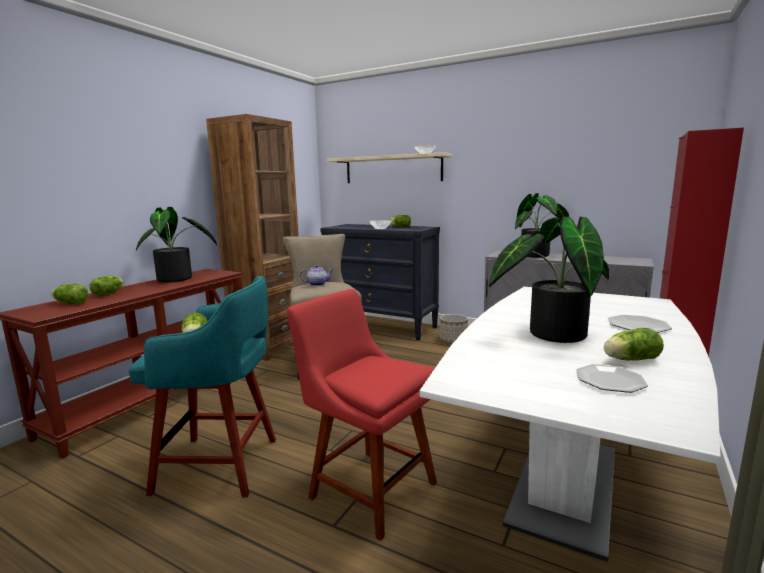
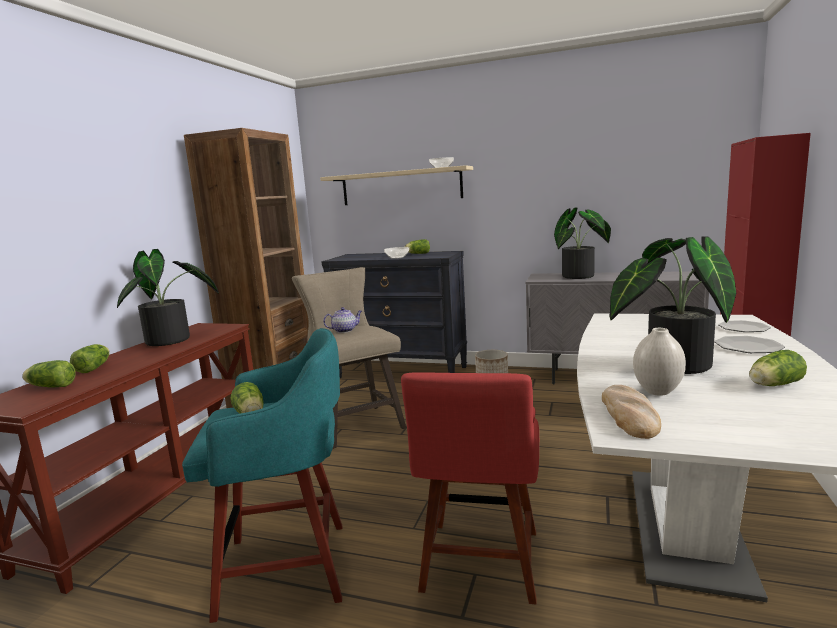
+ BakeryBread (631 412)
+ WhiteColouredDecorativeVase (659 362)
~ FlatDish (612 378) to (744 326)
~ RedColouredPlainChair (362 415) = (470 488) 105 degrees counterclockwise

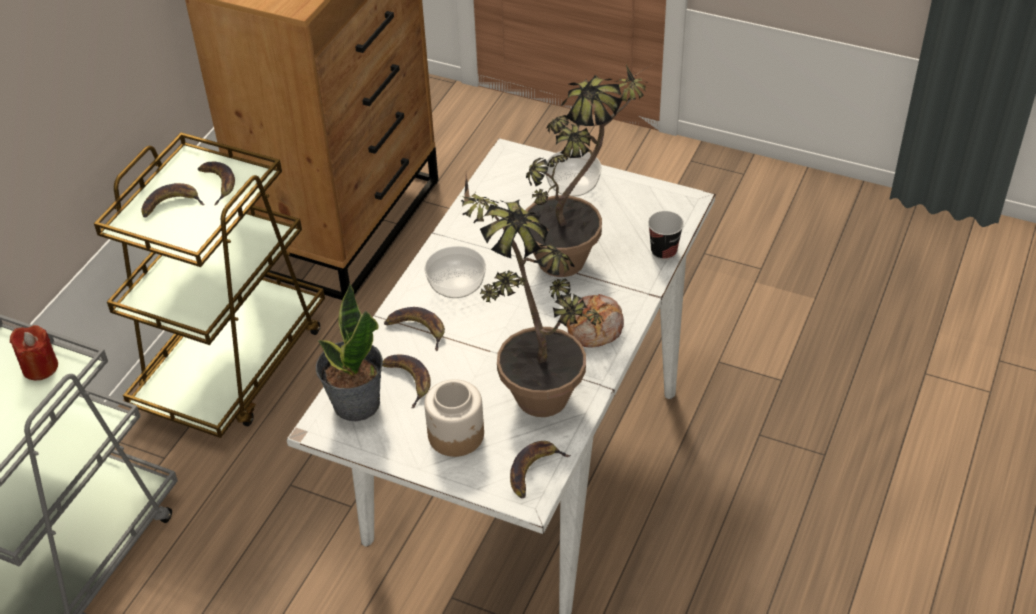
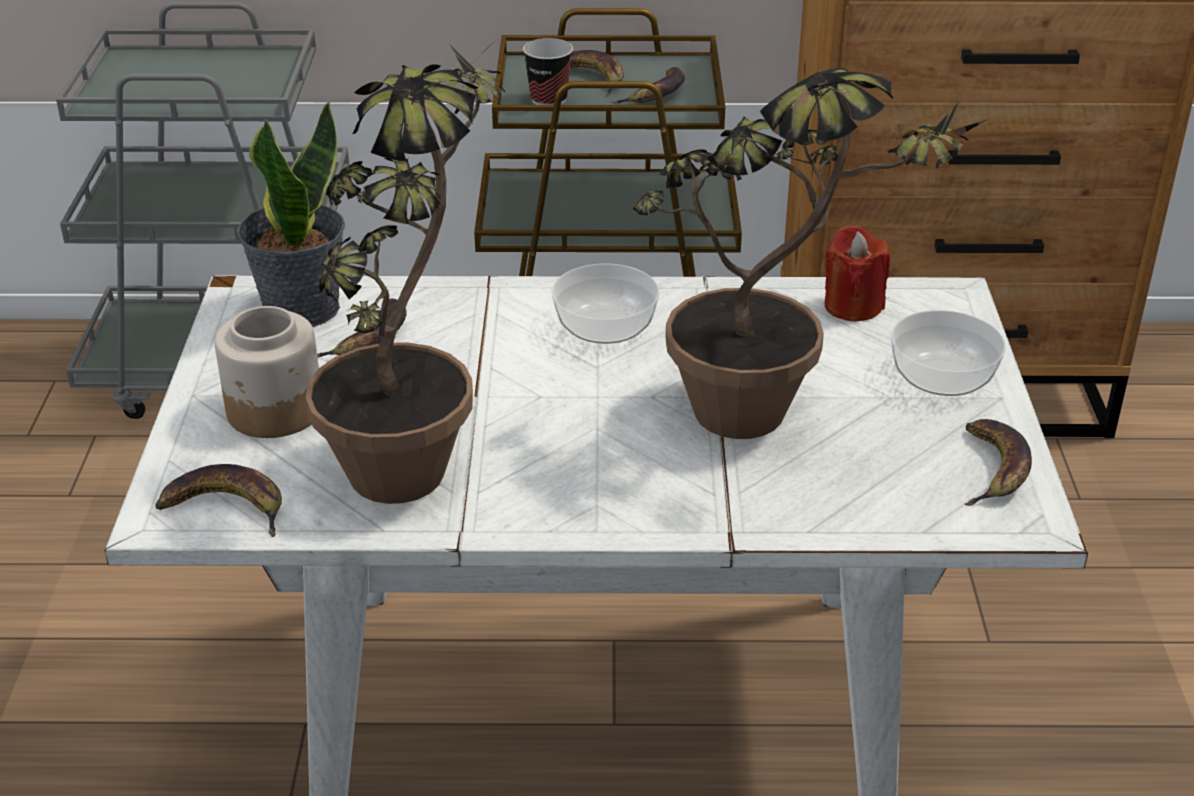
- BakeryBread (595 321)
~ RedColouredWaxLight (34 352) to (857 273)
~ Banana (414 329) to (998 462)
~ SmallCup (666 235) to (548 71)

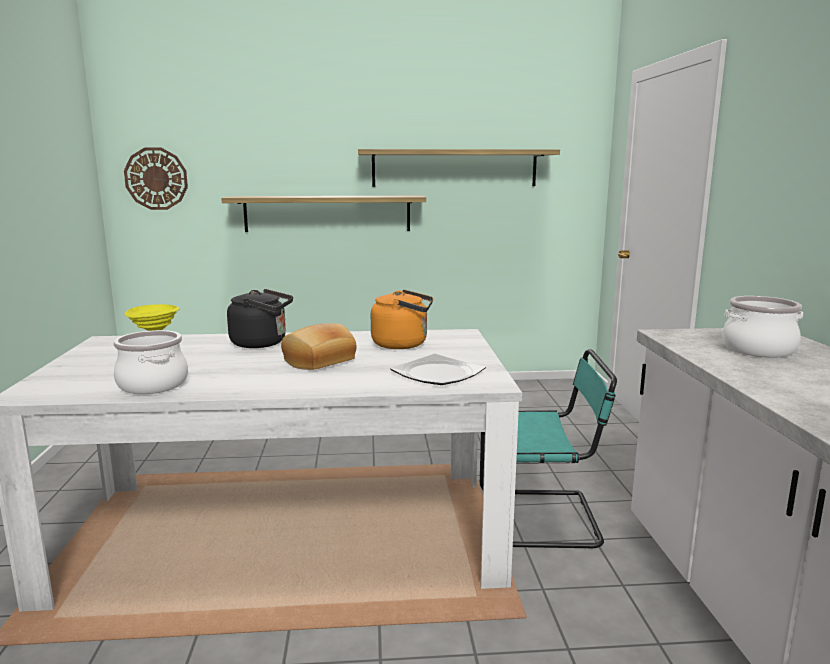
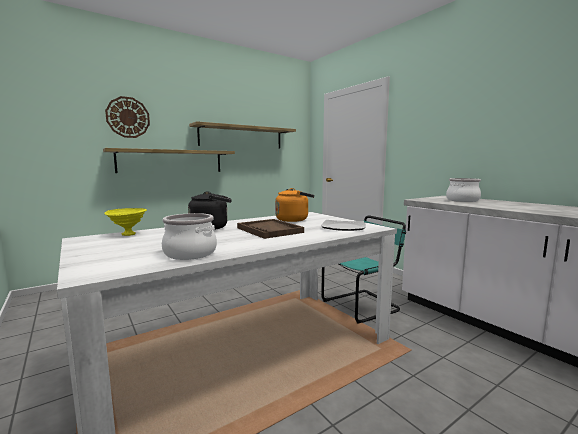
~ HangingClock (156 179) to (127 117)
~ BakeryBread (319 346) to BrownServingTray (270 229)

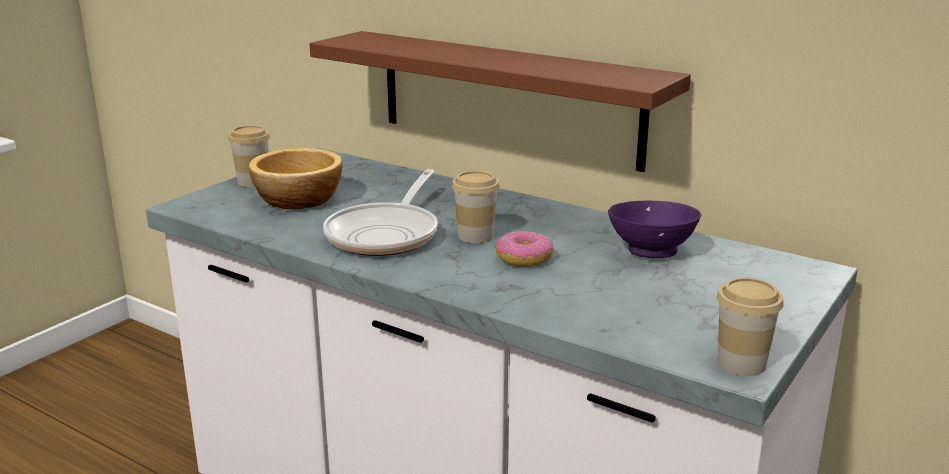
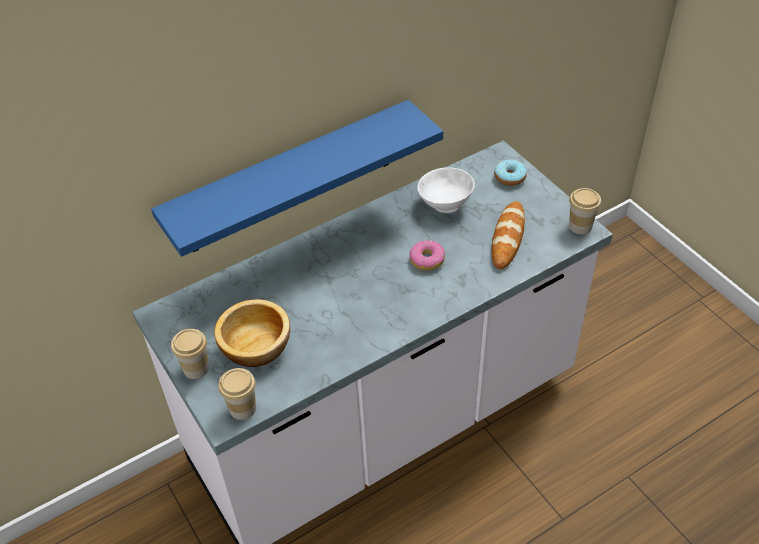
- Pan (380 212)
+ BakeryBread (508 235)
+ RingDoughnut (510 172)
~ SmallCup (476 207) to (237 394)
~ BrownBracketShelf (500 101) to BlueColouredBracketShelf (297 178)
~ PurpleServingBowl (654 229) to WhiteColouredServingBowl (446 190)

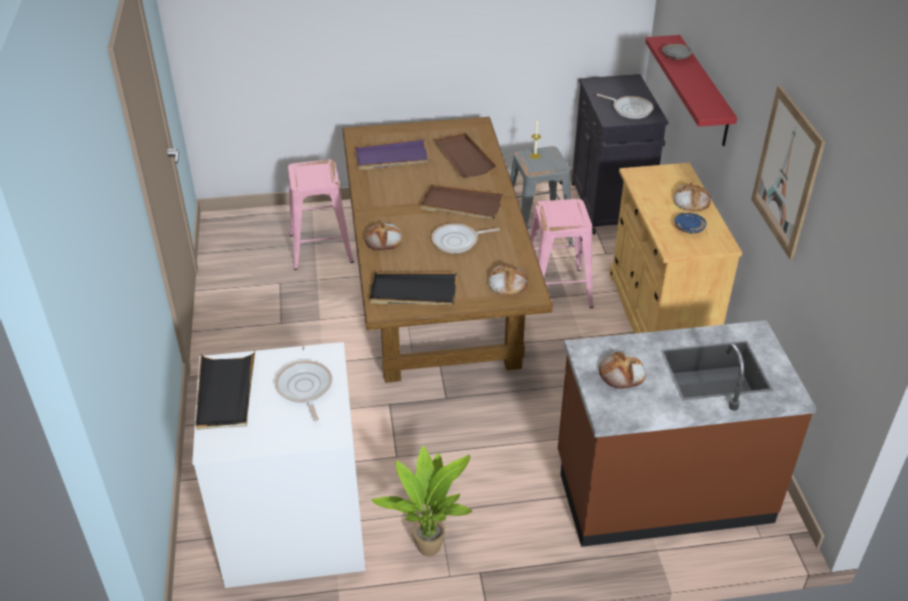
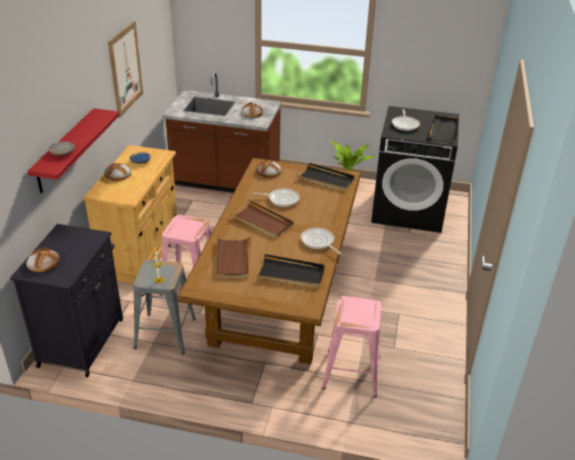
~ BakeryBread (383 236) to (43 259)
~ Pan (625 106) to (320 240)
~ WhiteColouredWashingMachine (278 465) to BlackishWashingMachine (415 169)
~ PurpleServingTray (393 154) to BlackishServingTray (291 271)

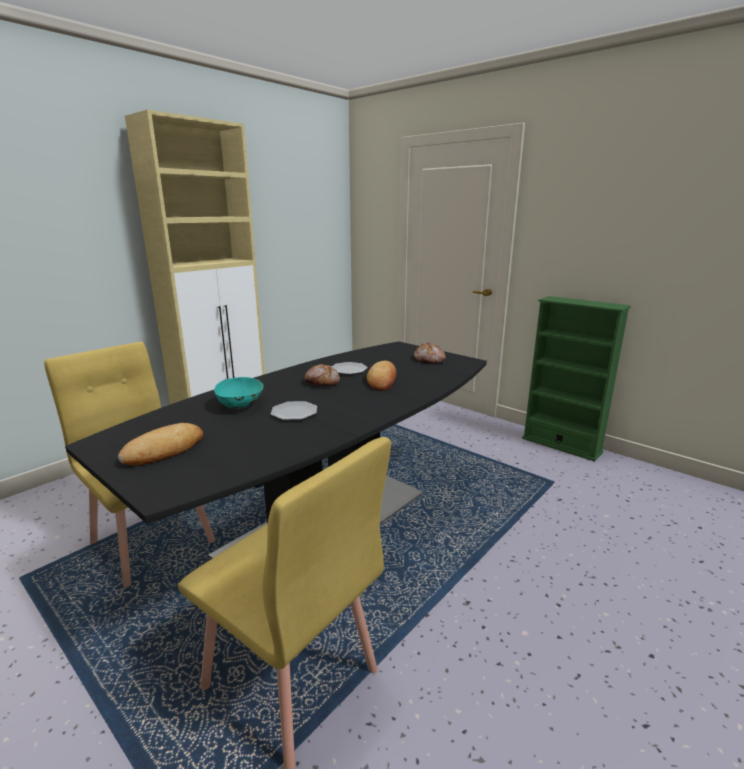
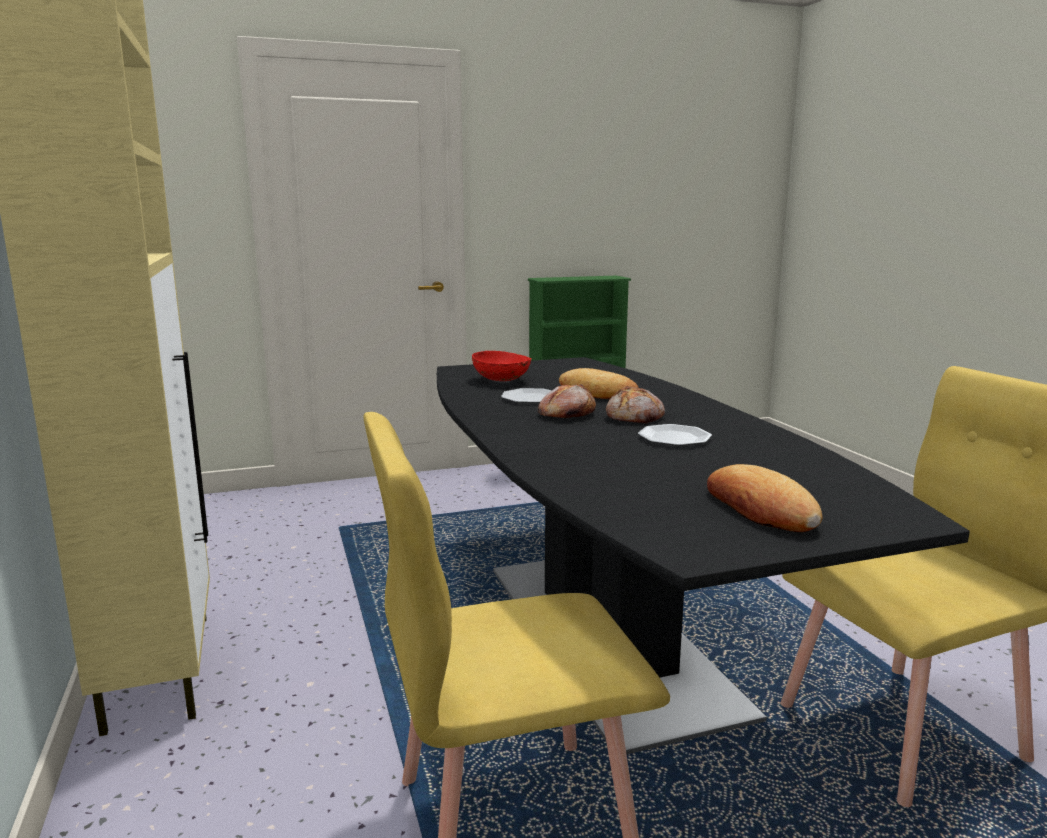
- TurquoiseServingBowl (239 393)
+ RedColouredServingBowl (502 366)
~ BakeryBread (430 353) to (635 405)

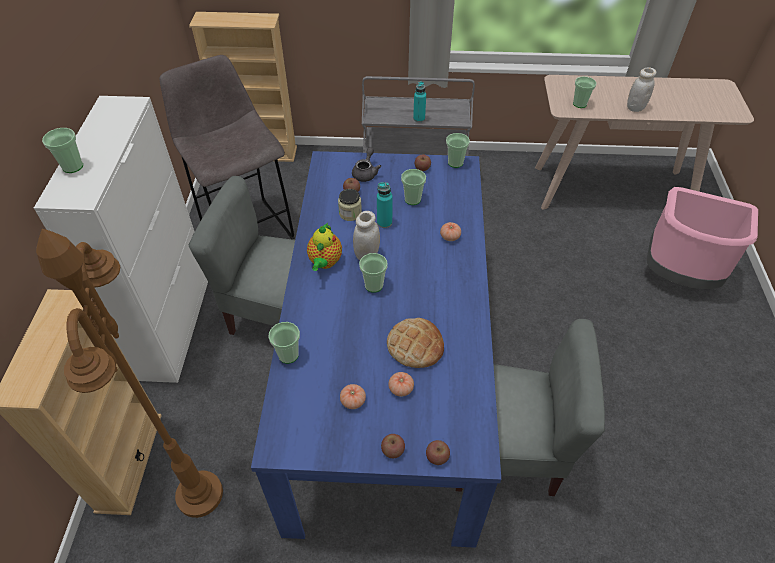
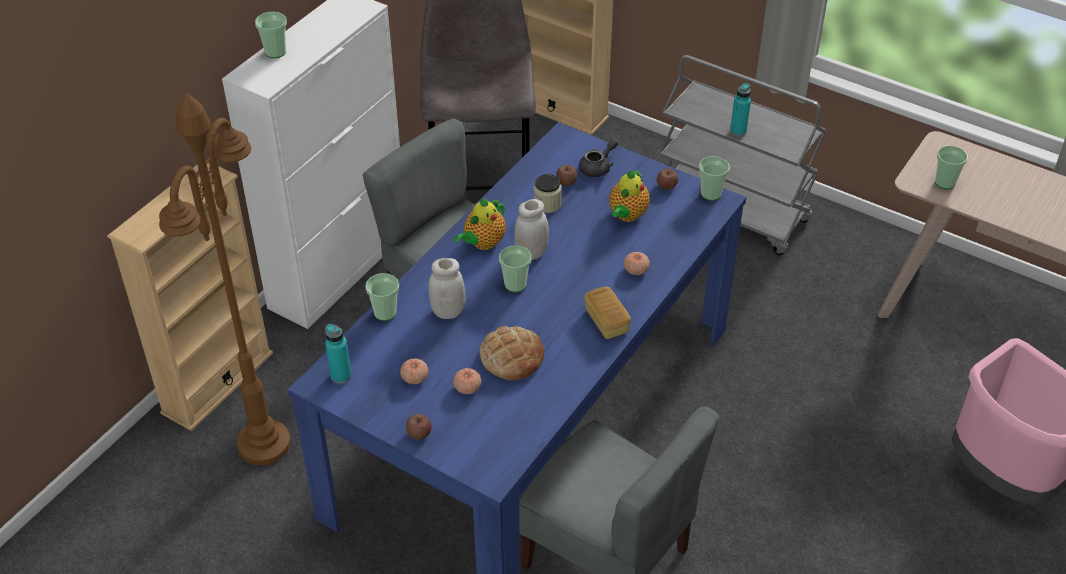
- AppleFruit (438 452)
+ BakeryBread (607 313)
~ TurquoiseBeverageBottle (385 205) to (338 354)
~ WhiteColouredStorageJar (642 89) to (447 288)
~ SmallCup (413 187) to Teapot (629 196)

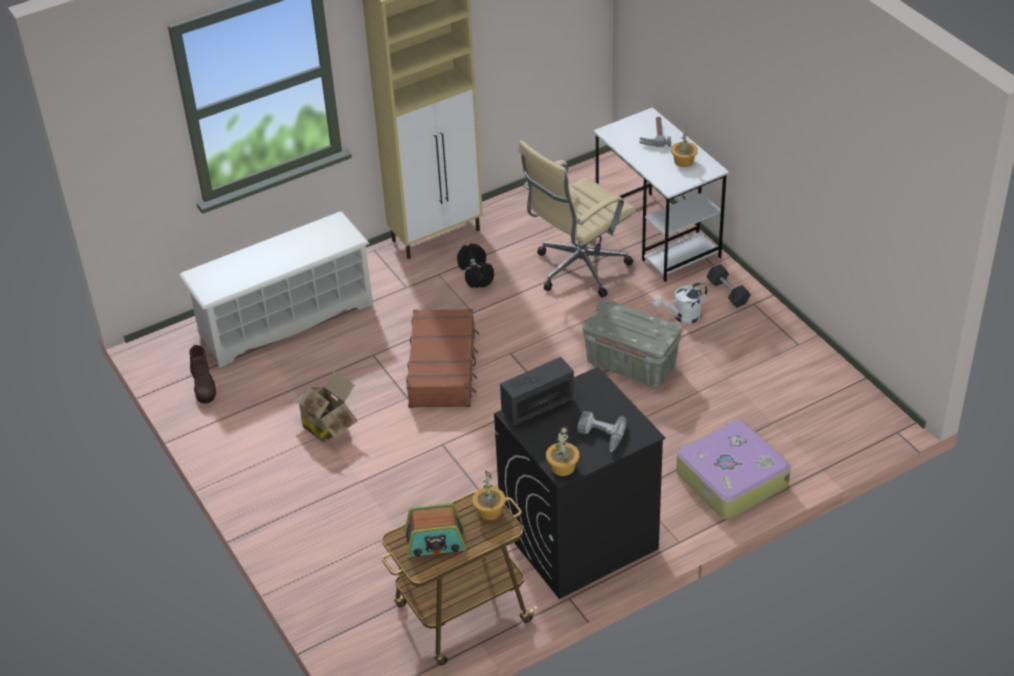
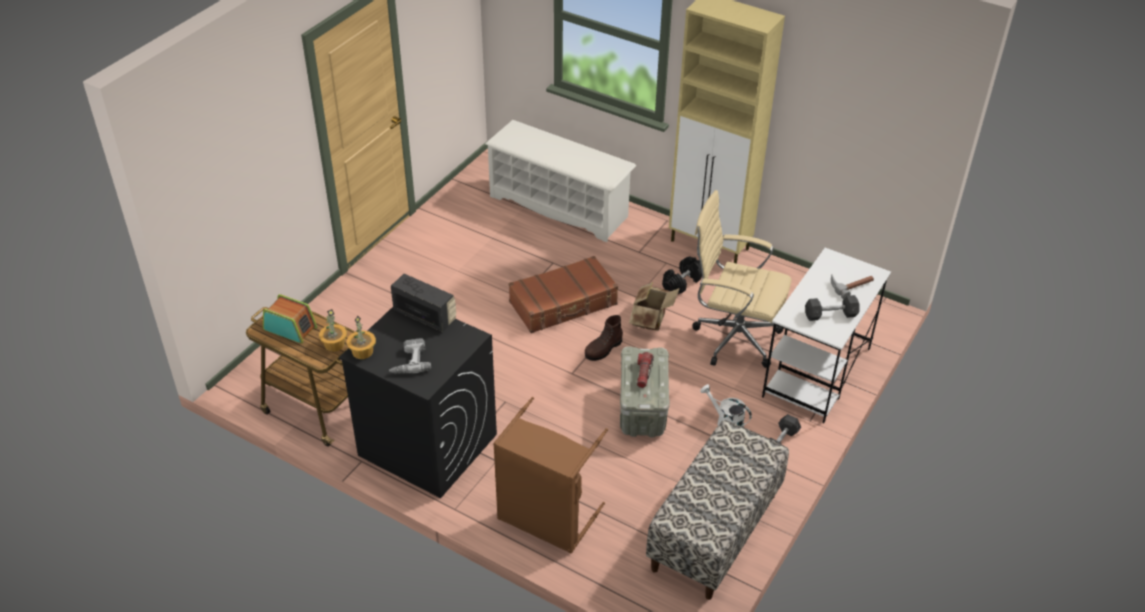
+ HandTorch (645 370)
+ Bench (717 510)
~ BrownBoot (202 374) to (604 338)
~ PackingBox (324 407) to (654 306)
~ Houseplant (684 146) to GrayFreeWeight (832 308)
~ TravelCase (733 470) to BrownWashingBasket (550 475)
~ RadioSet (435 530) = (290 319) 150 degrees clockwise

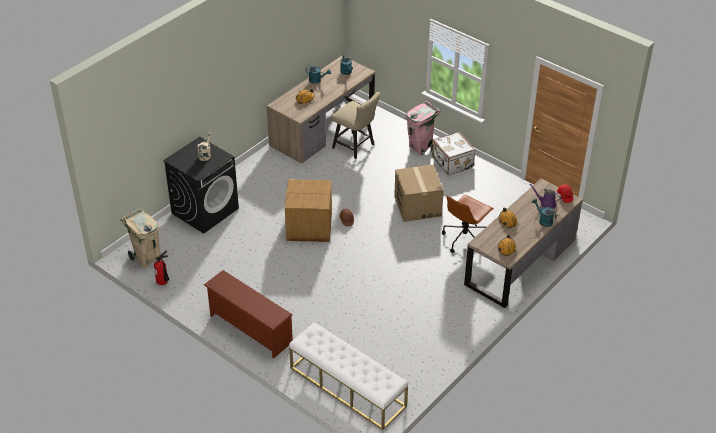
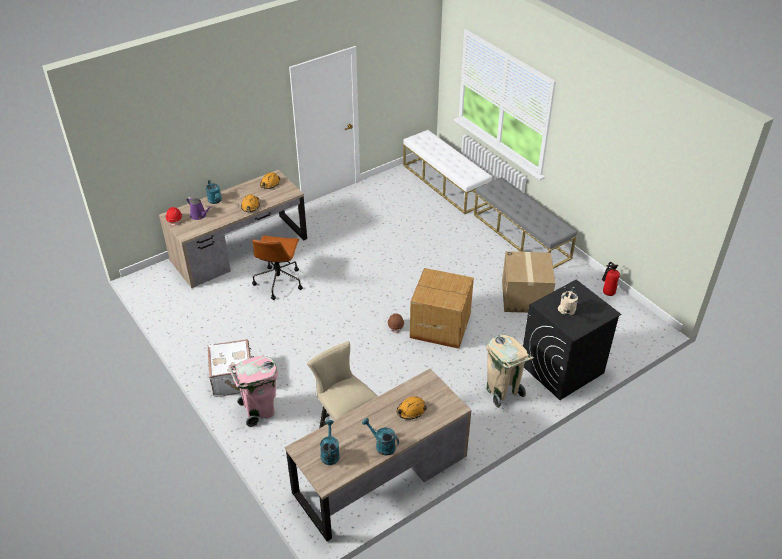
~ BeigeTrashCan (140 237) to (510 371)
~ PackingBox (419 193) to (528 282)
~ BrownShoeShelf (248 314) to GrayBench (525 223)
~ BrownDeskChair (468 224) = (277 268) 135 degrees clockwise

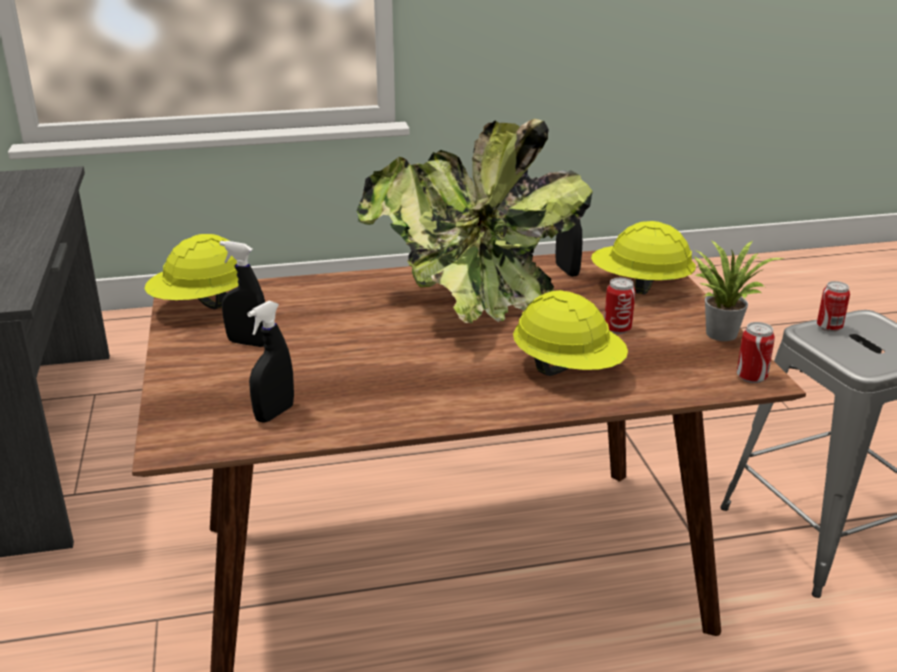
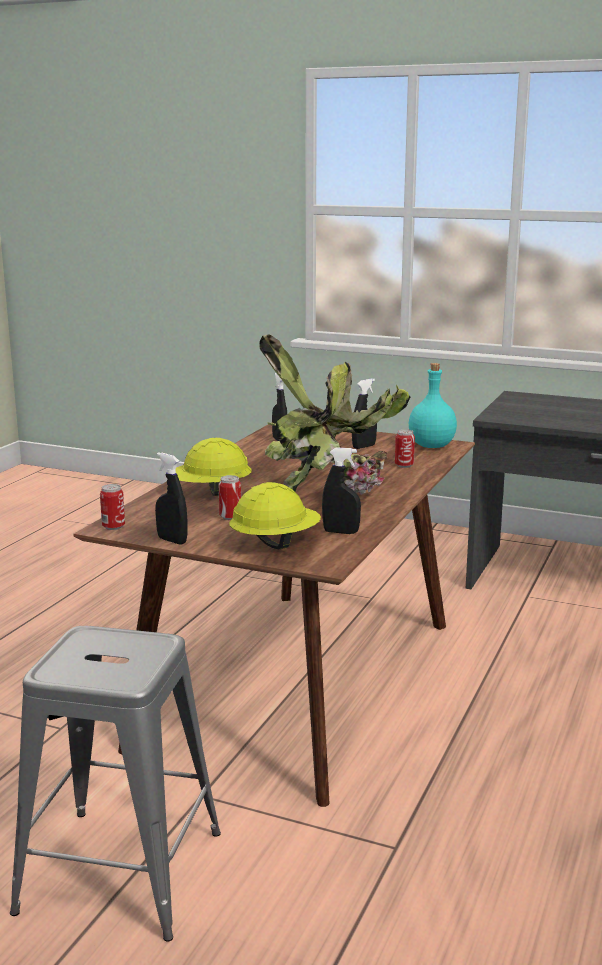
~ SealedCan (833 306) to (405 448)
~ YellowColouredWorkHelmet (192 271) to TurquoiseBeverageBottle (433 405)
~ Houseplant (739 290) to BlackishSprayer (171 498)

